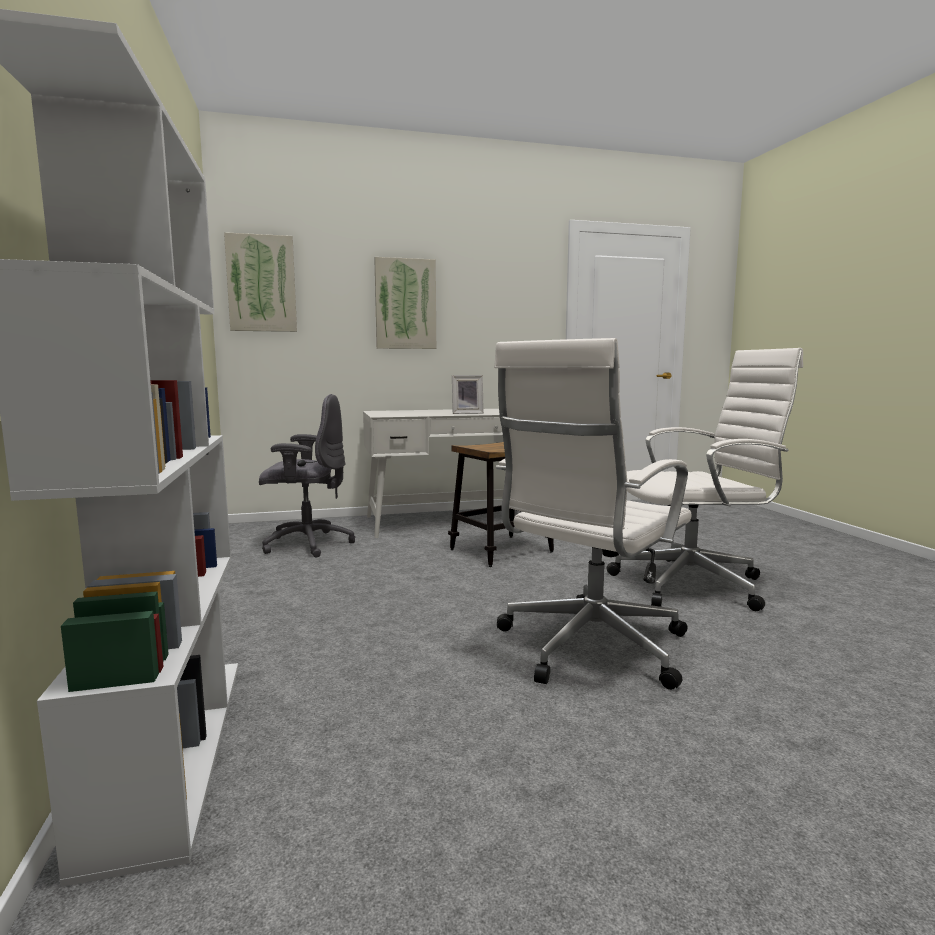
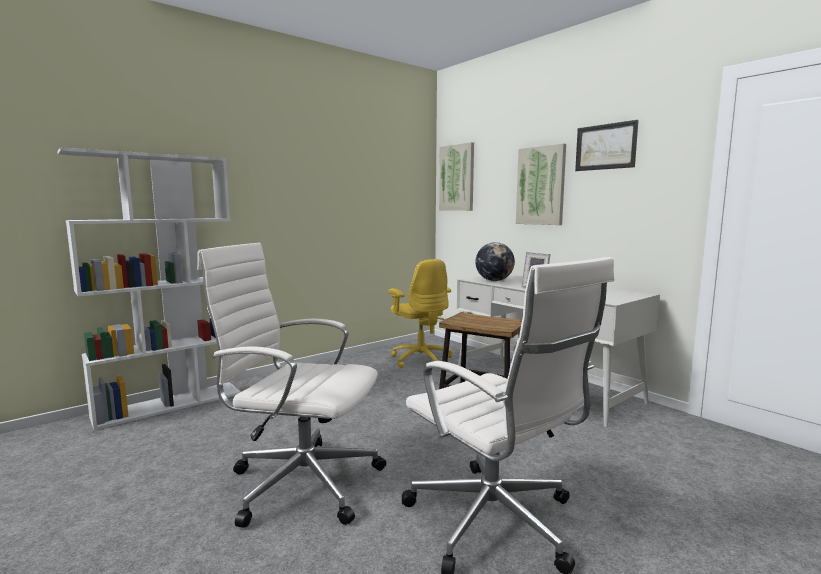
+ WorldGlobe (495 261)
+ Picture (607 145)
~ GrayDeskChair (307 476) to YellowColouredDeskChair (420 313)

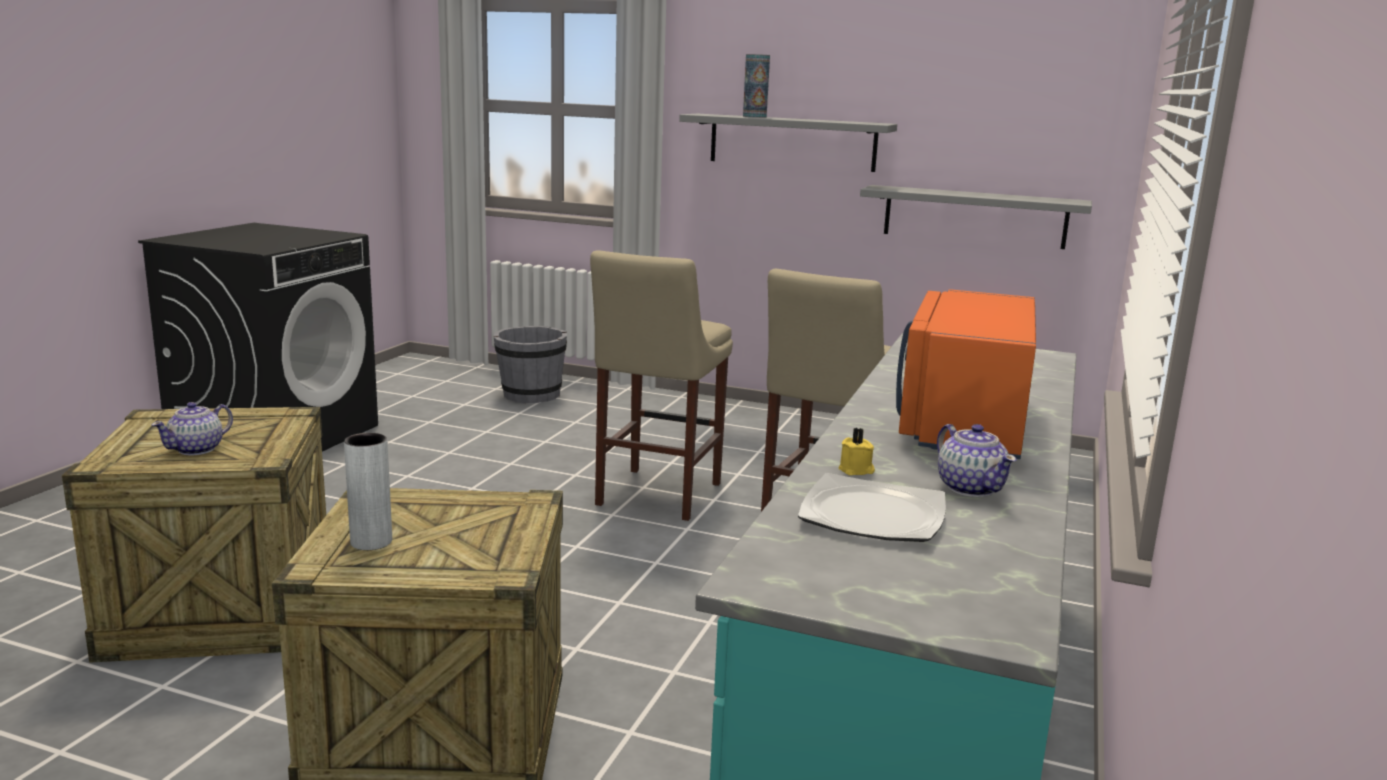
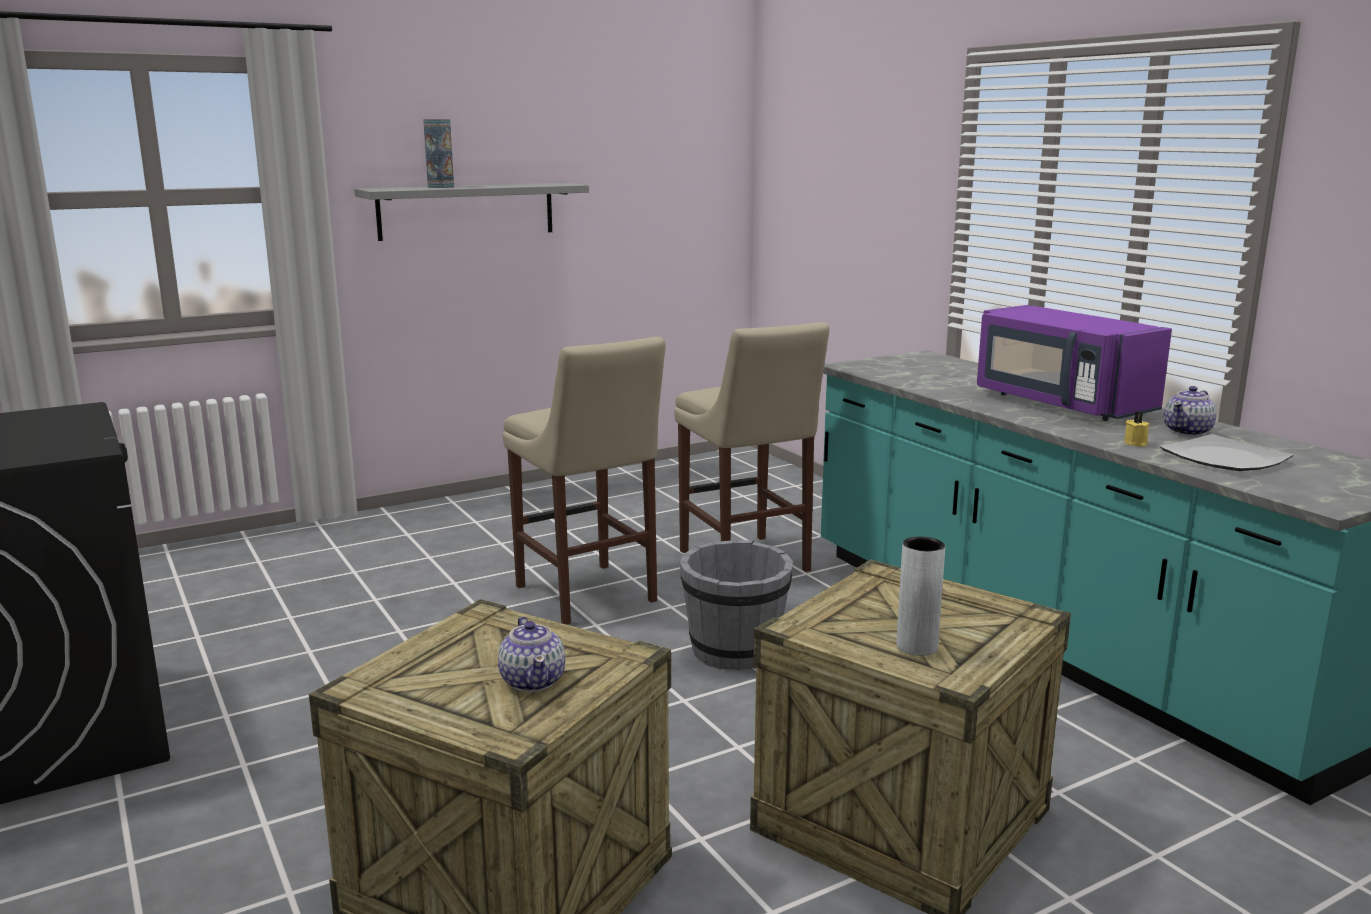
- GrayBracketShelf (976 217)
~ GrayPail (530 365) to (736 605)
~ OrangeMicrowaveOven (966 374) to PurpleMicrowaveOven (1074 363)
~ Teapot (977 460) = (1190 411) 120 degrees clockwise

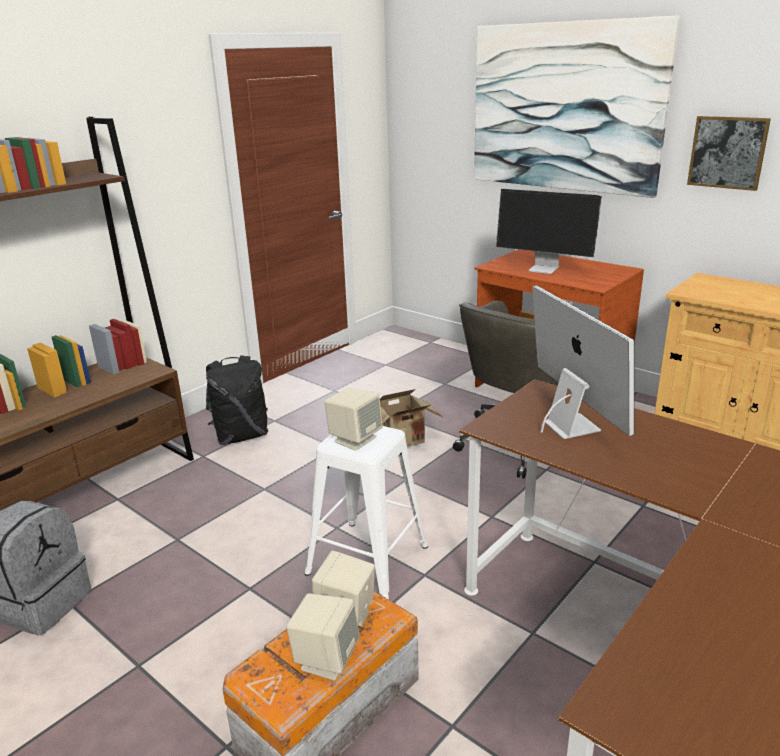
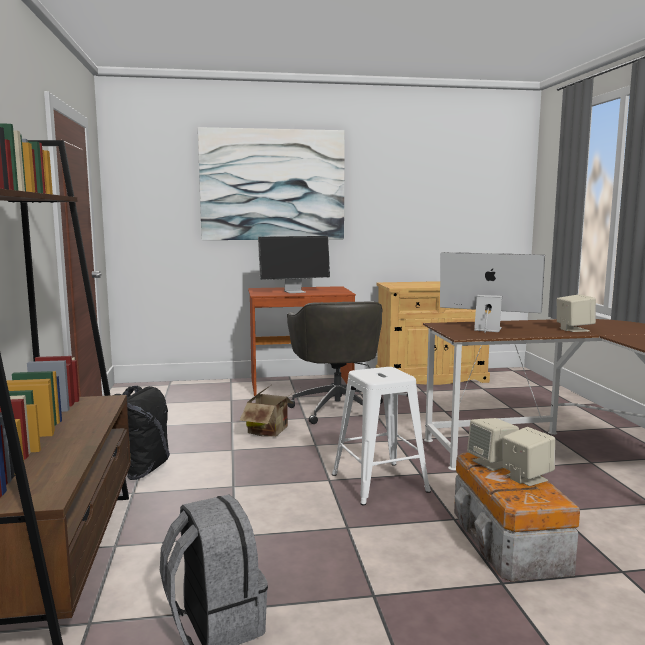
- Picture (729 153)
~ BeigeAudioSpeaker (354 419) to (576 313)

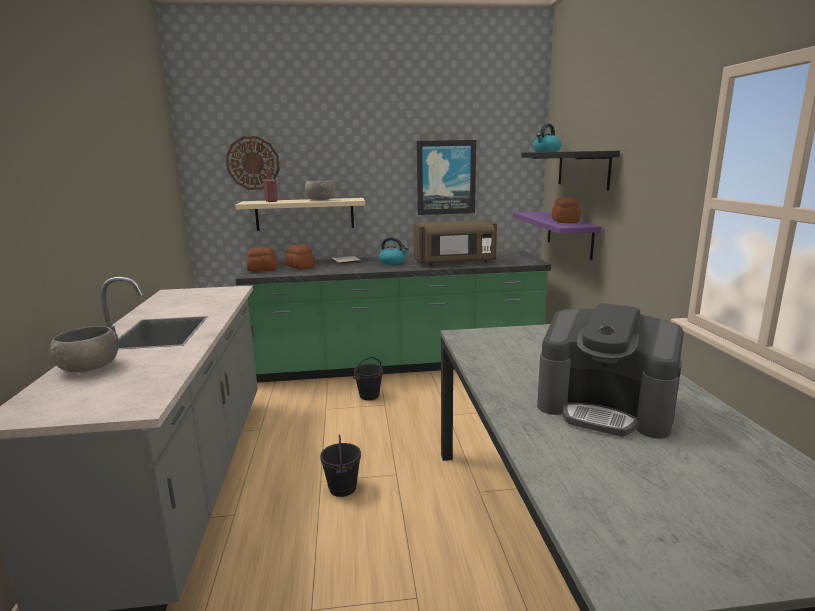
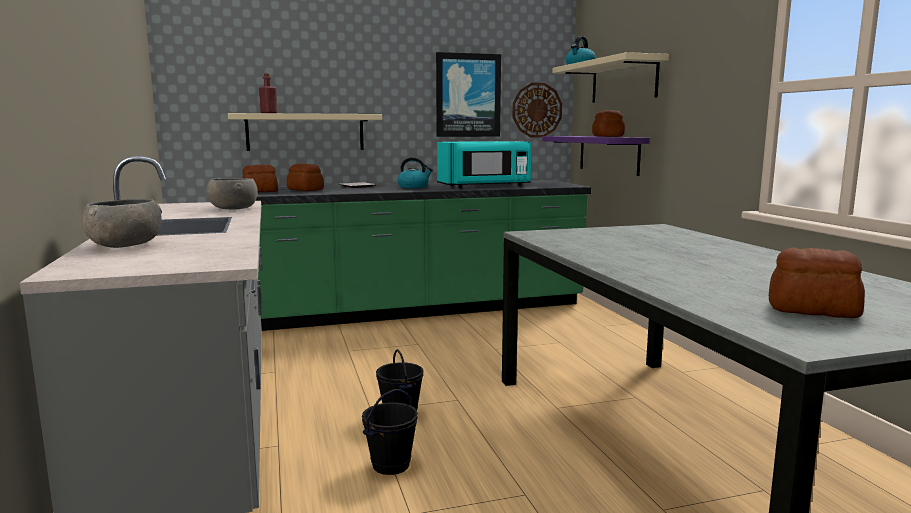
- CoffeeMachine (610 371)
+ BakeryBread (817 283)
~ HangingClock (253 163) to (537 110)
~ GrayServingBowl (320 190) to (232 193)
~ BlackishPail (368 378) to (390 432)
~ BrownMicrowaveOven (455 242) to TurquoiseMicrowaveOven (484 164)
~ BlackishBracketShelf (570 170) to BeigeBracketShelf (610 77)

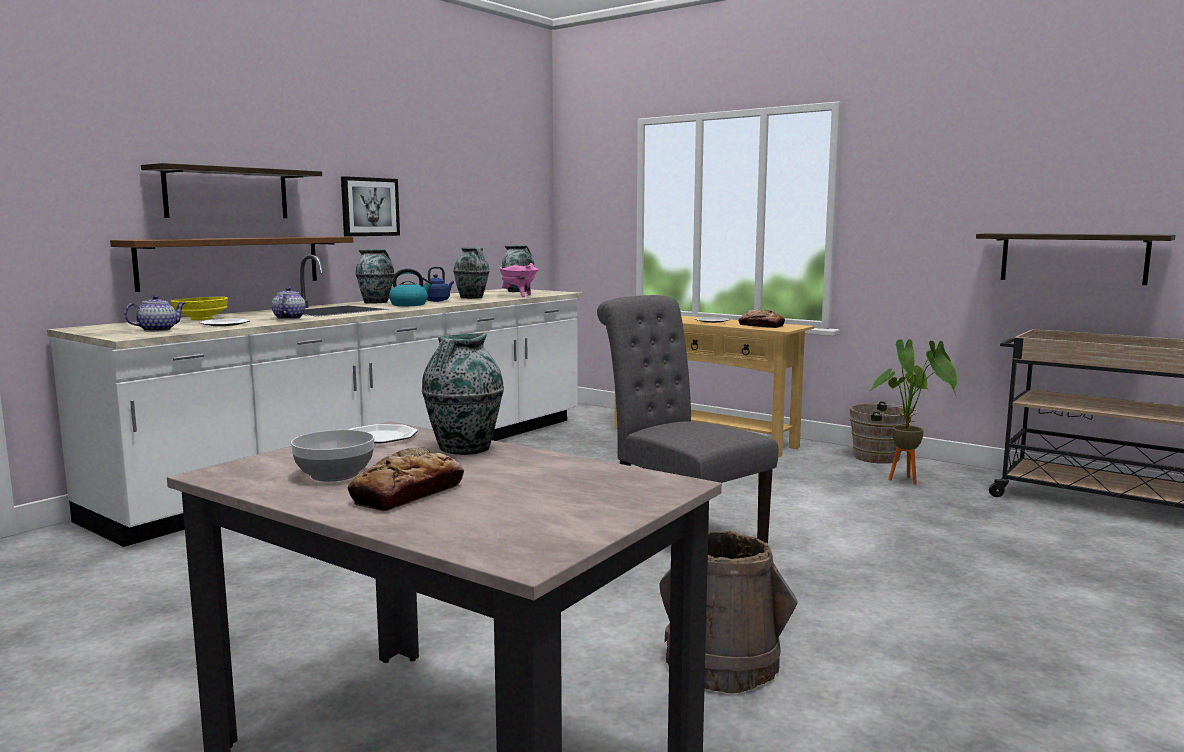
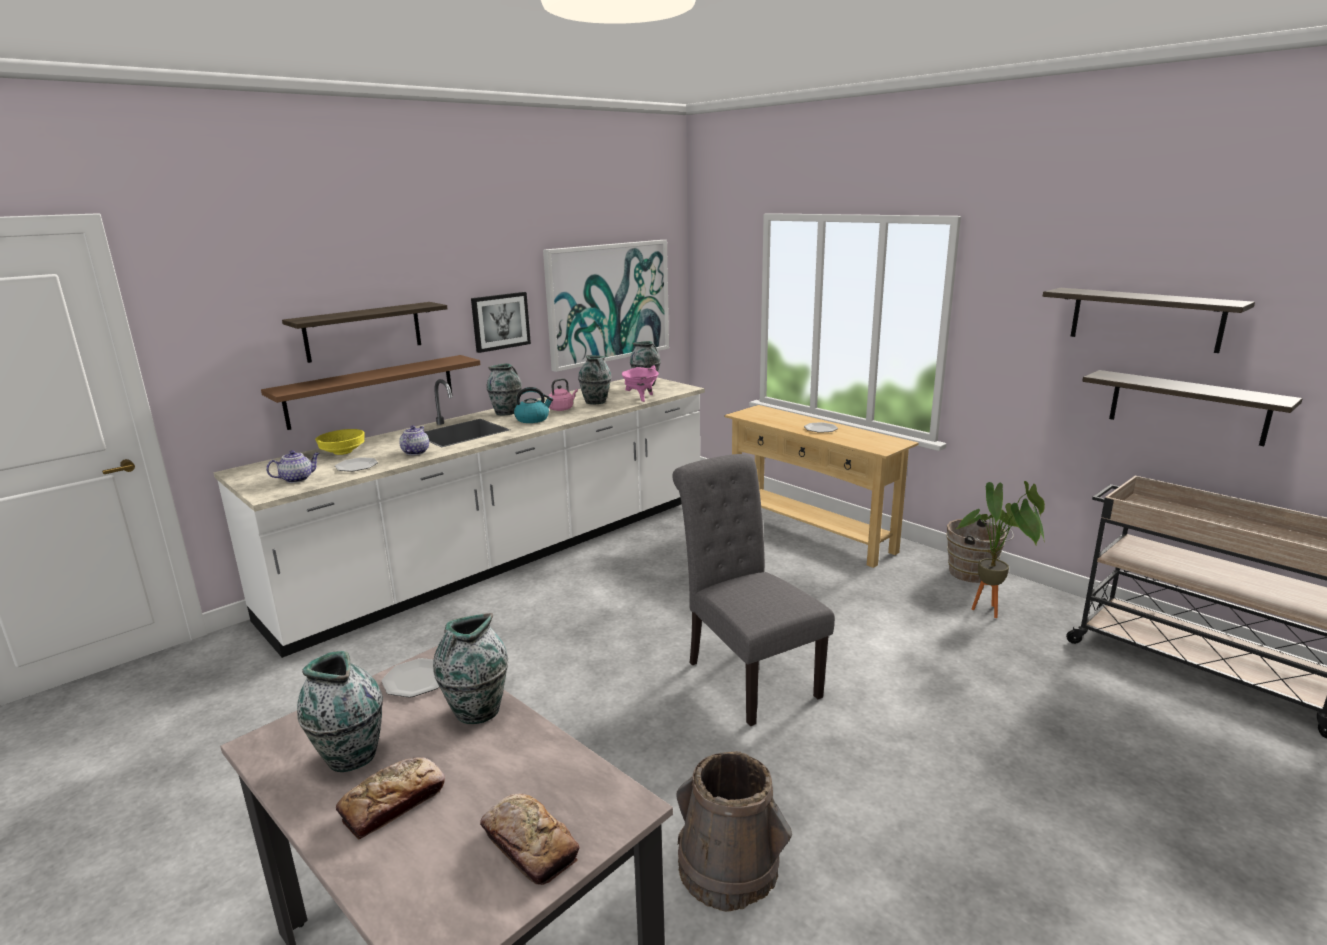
+ Picture (606 306)
+ BracketShelf (1149 320)
~ BakeryBread (761 318) to (530 839)
~ ServingBowl (332 456) to DecorativeVase (340 711)
~ BlueColouredWaterKettle (438 284) to PinkColouredWaterKettle (563 394)

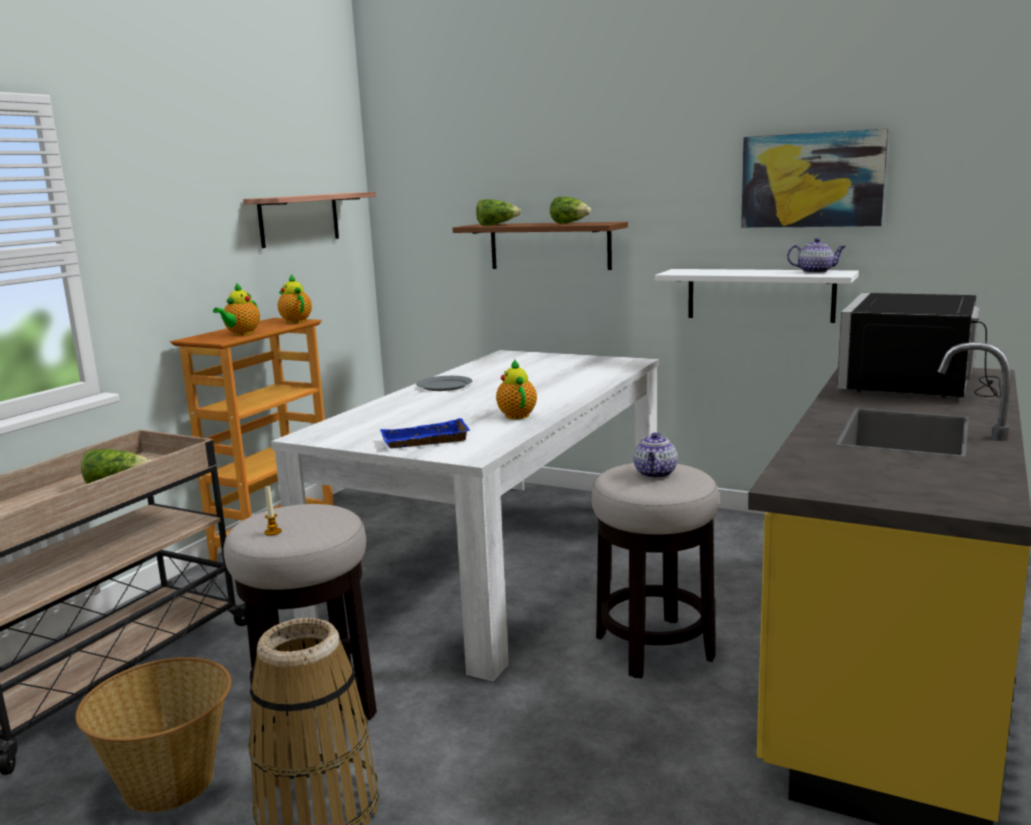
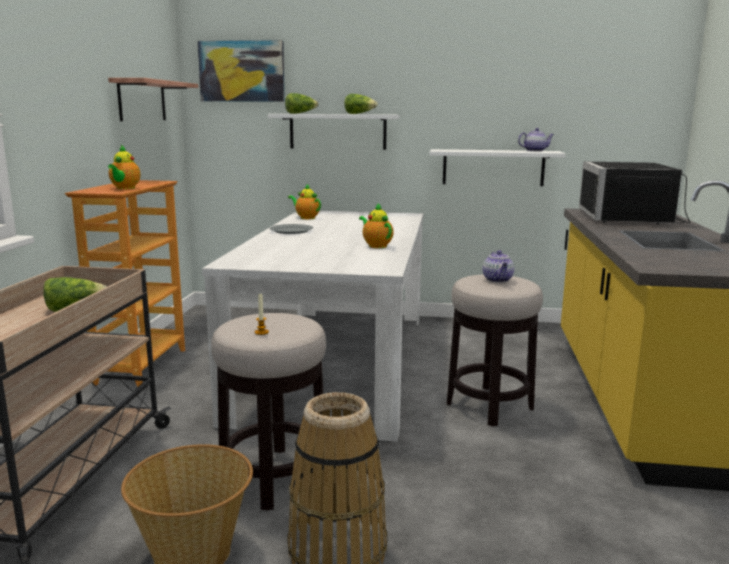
- BlueColouredServingTray (425 433)
~ Teapot (295 298) to (304 201)
~ Picture (814 178) to (241 71)
~ BrownBracketShelf (540 246) to WhiteColouredBracketShelf (333 132)

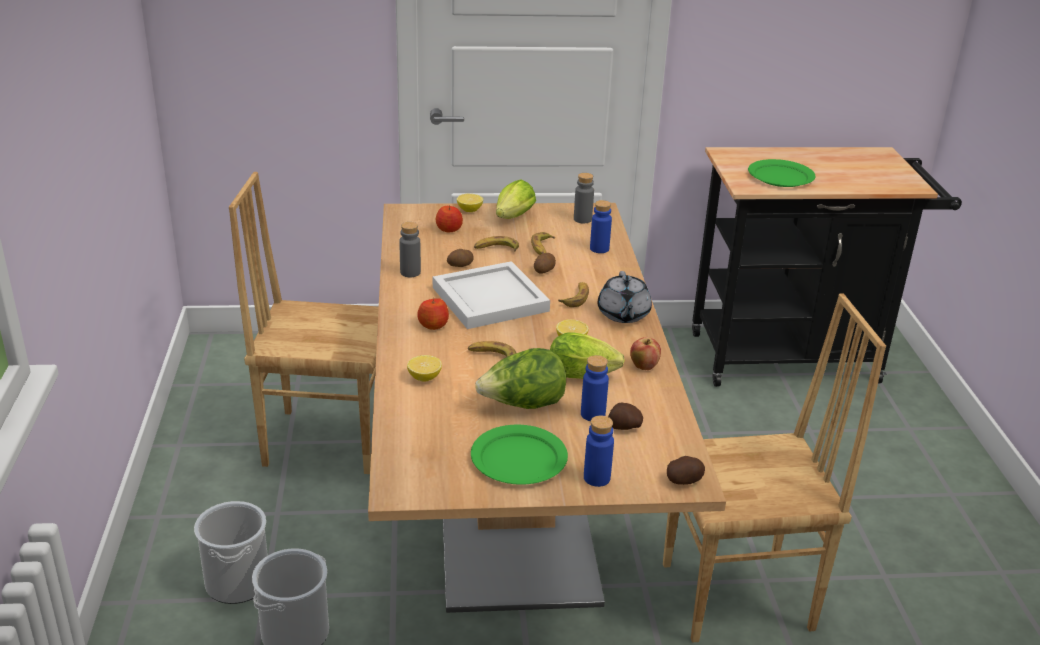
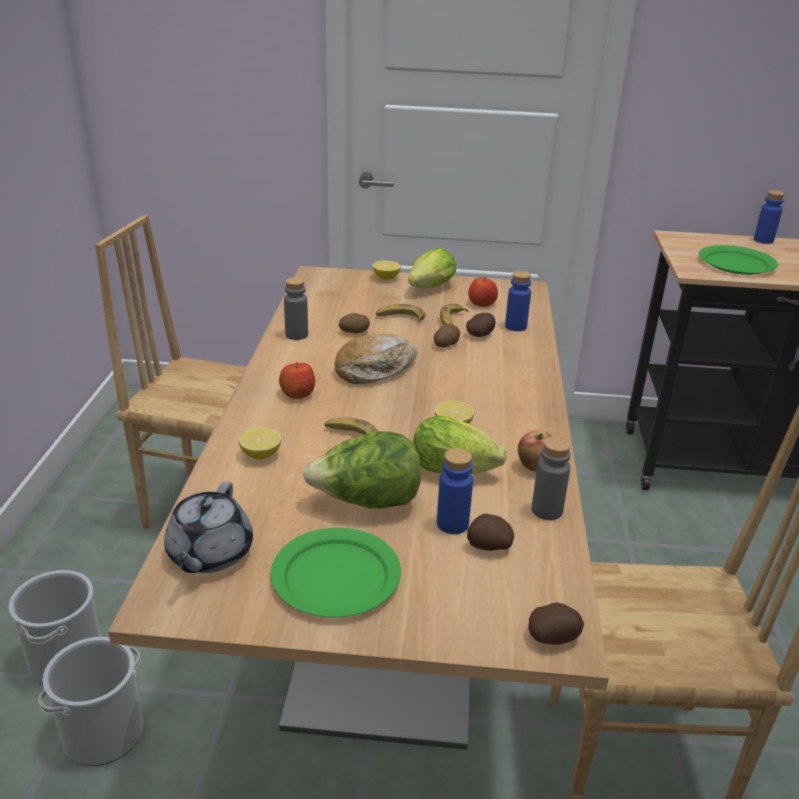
- Banana (573 294)
+ Potato (481 325)
~ AppleFruit (449 219) to (483 292)
~ GrayBeverageBottle (584 198) to (551 478)
~ BlueColouredBeverageBottle (599 451) to (769 217)
~ GrayTeapot (625 297) to (208 527)
~ WhiteColouredServingTray (491 295) to BakeryBread (376 359)

